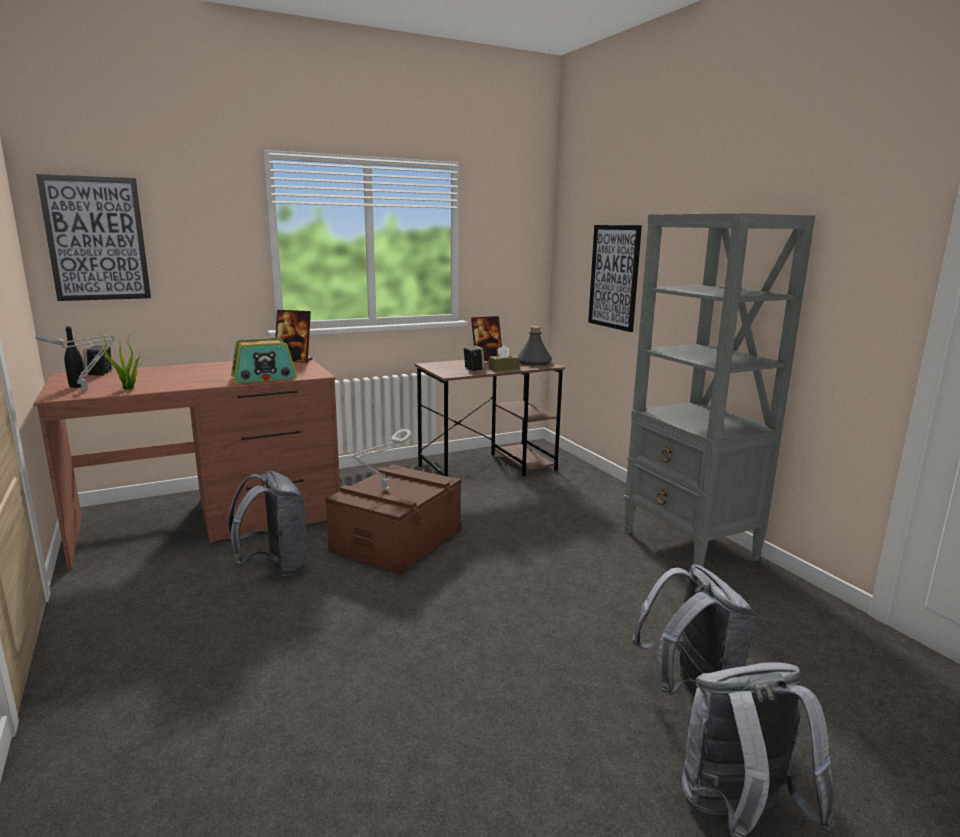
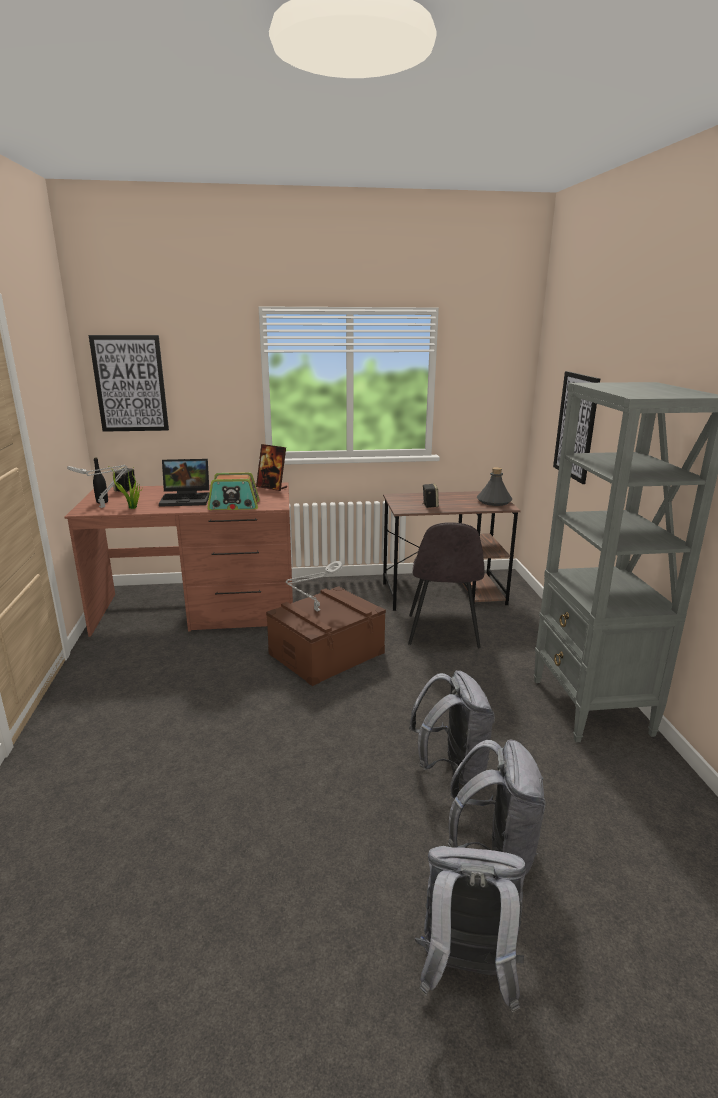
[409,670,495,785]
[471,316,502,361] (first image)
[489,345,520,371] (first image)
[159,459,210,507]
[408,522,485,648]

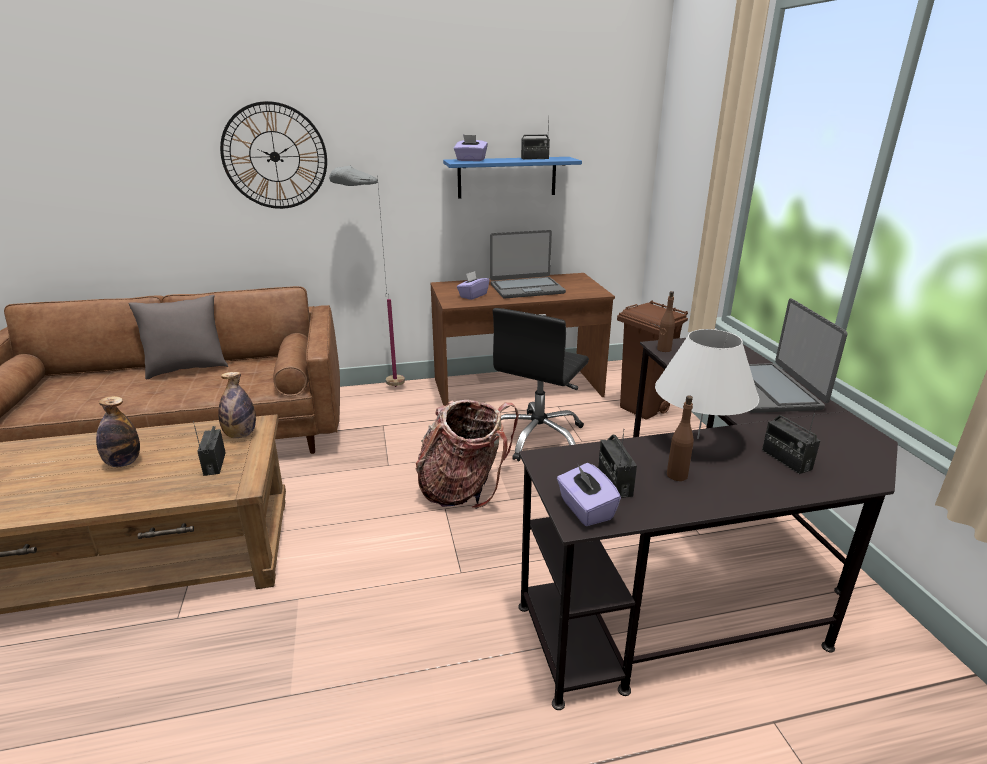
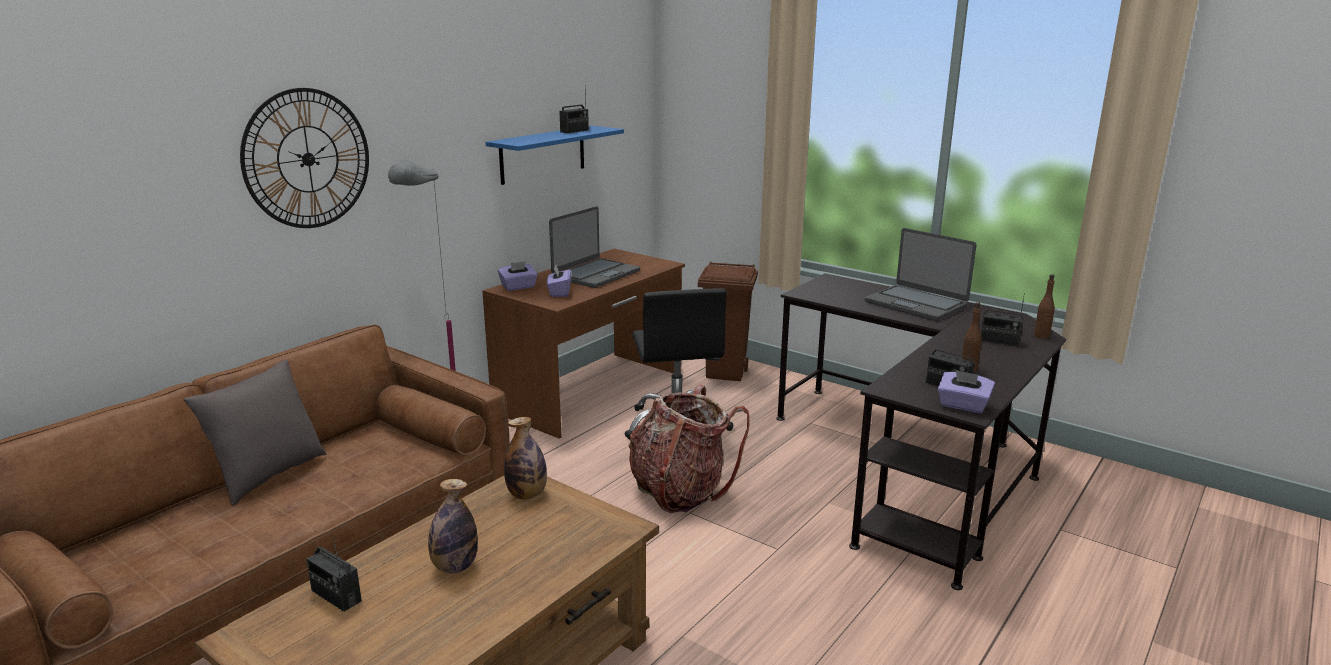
[306,538,362,612]
[498,261,538,291]
[655,329,759,439] (first image)
[1034,274,1055,339]

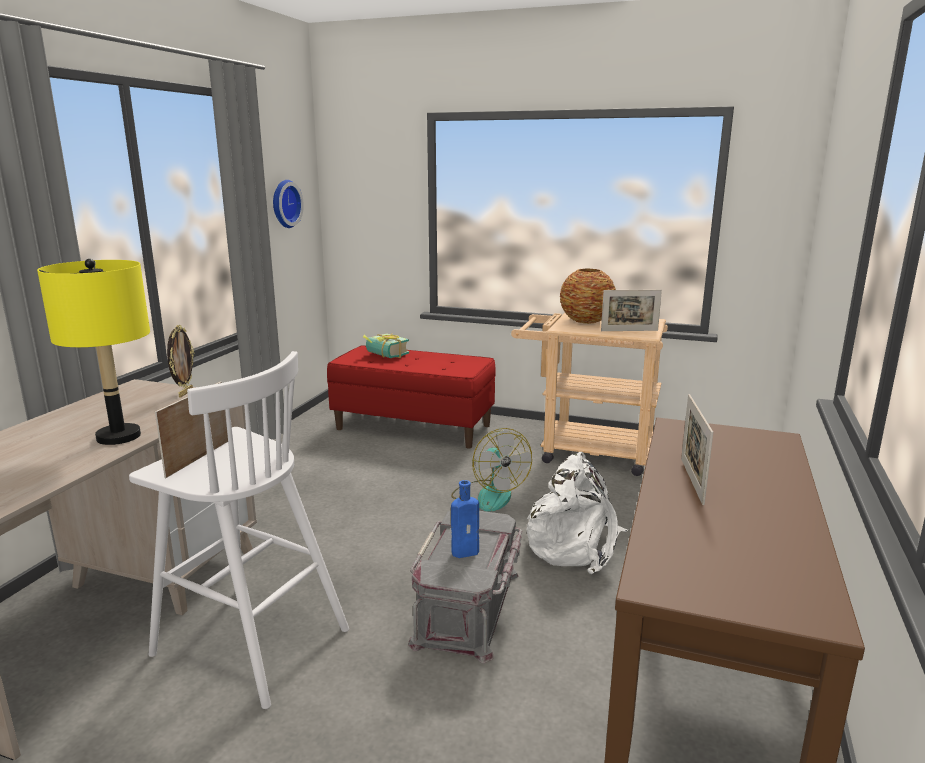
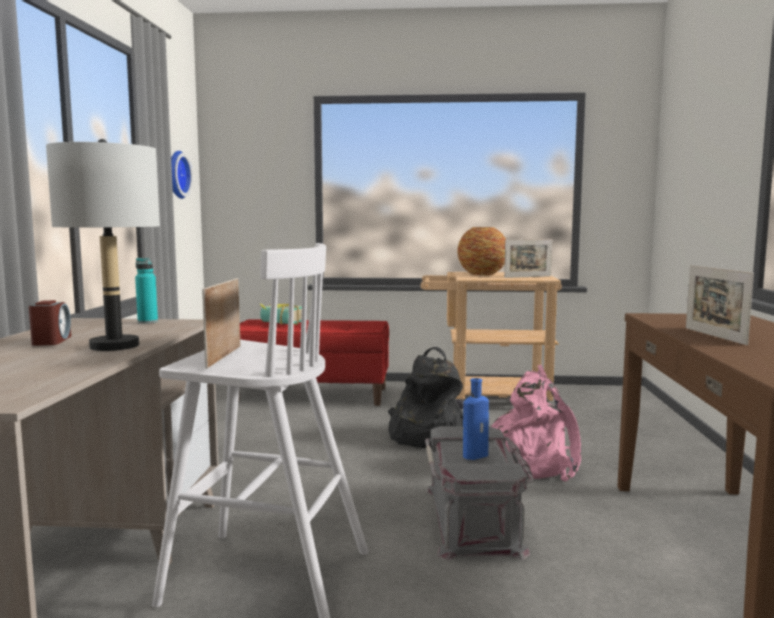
[46,139,160,351]
[135,258,158,324]
[388,347,463,449]
[490,365,581,481]
[29,300,71,346]

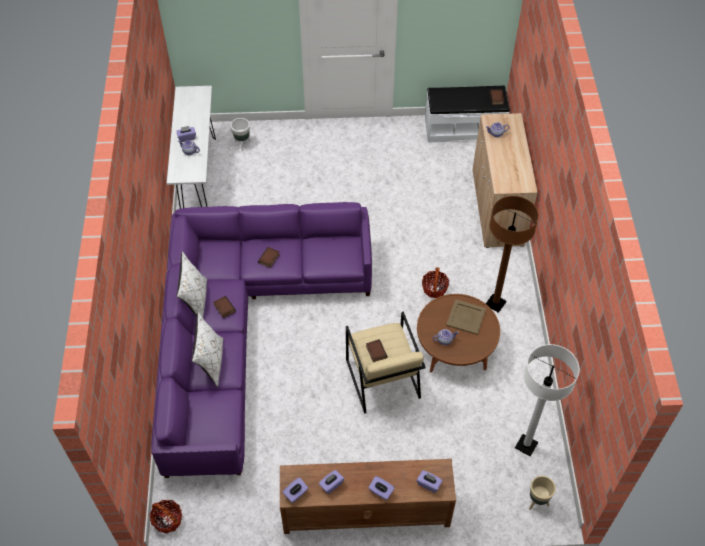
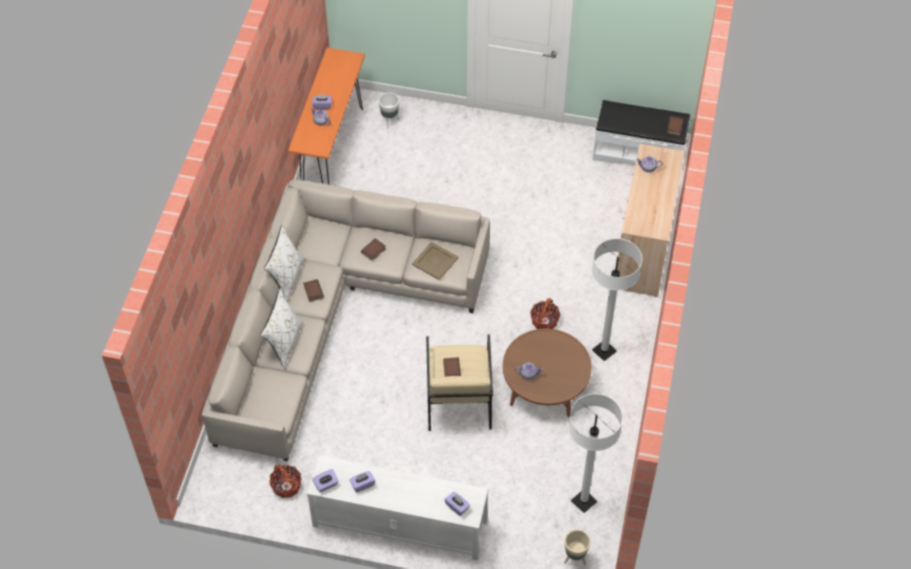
[270,465,301,498]
[202,180,490,461]
[288,48,365,185]
[307,455,488,560]
[368,476,395,500] (first image)
[412,242,459,280]
[592,238,642,361]

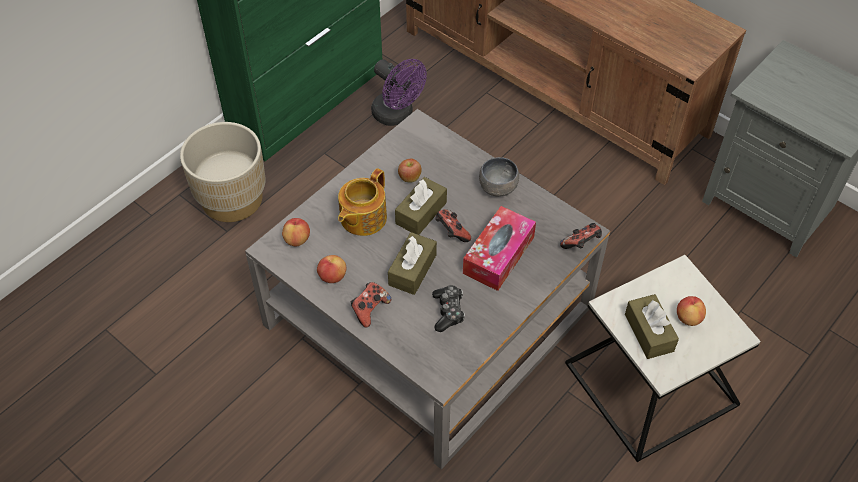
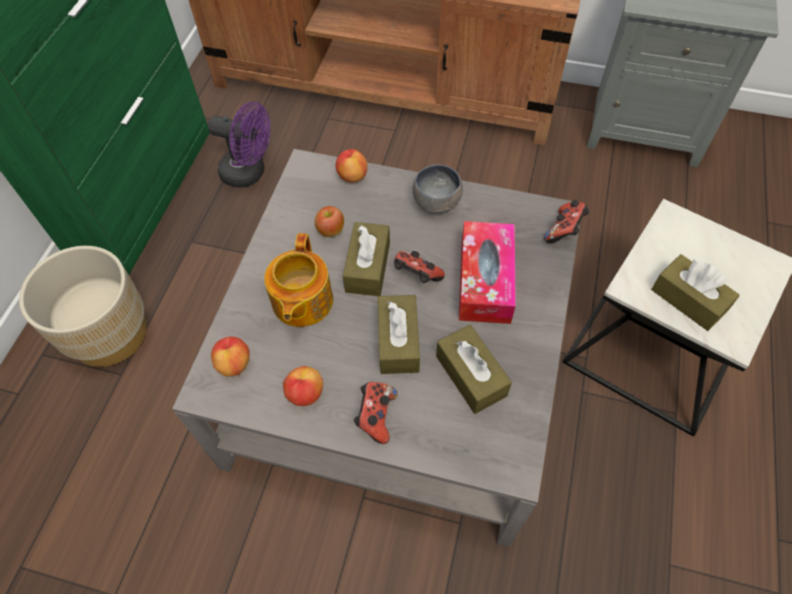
[436,325,512,414]
[336,149,368,182]

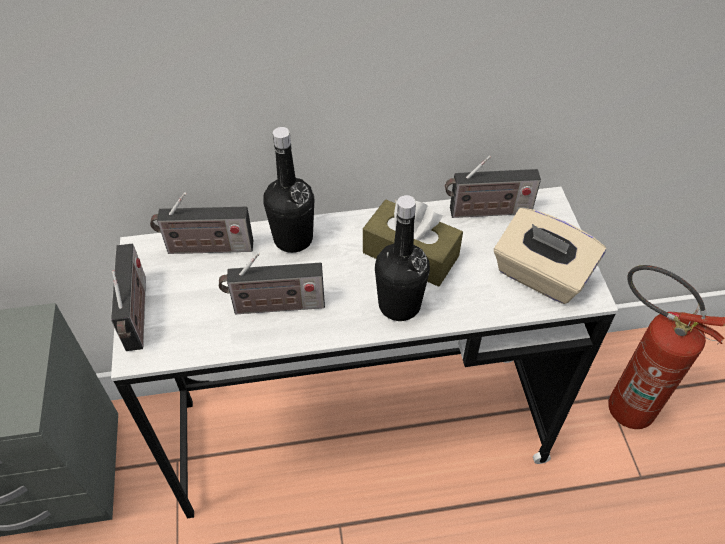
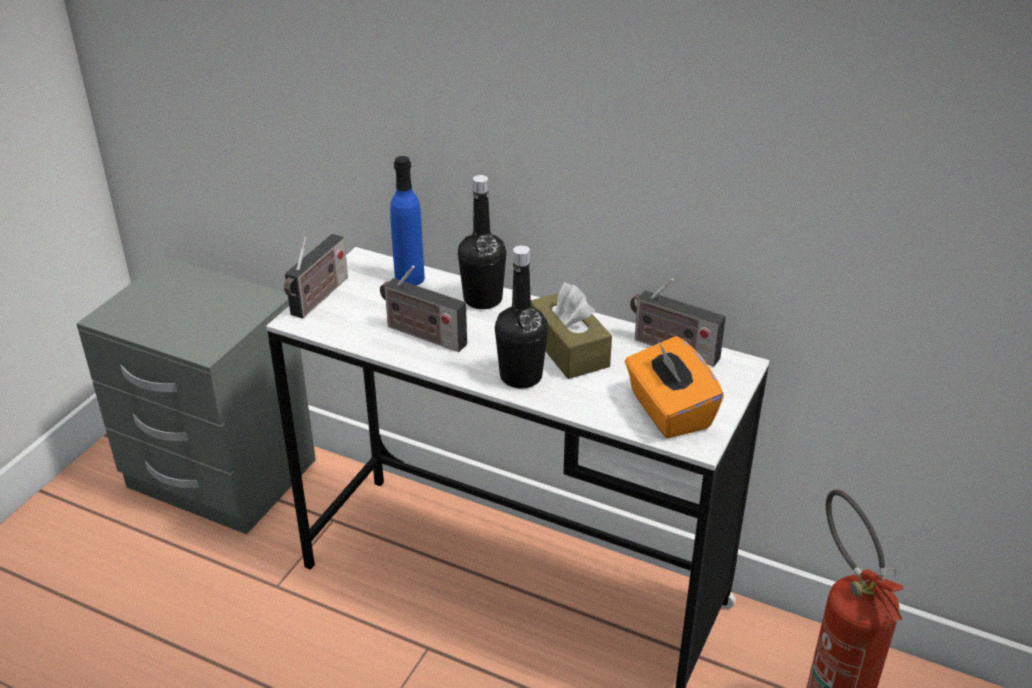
[390,156,425,286]
[625,336,724,438]

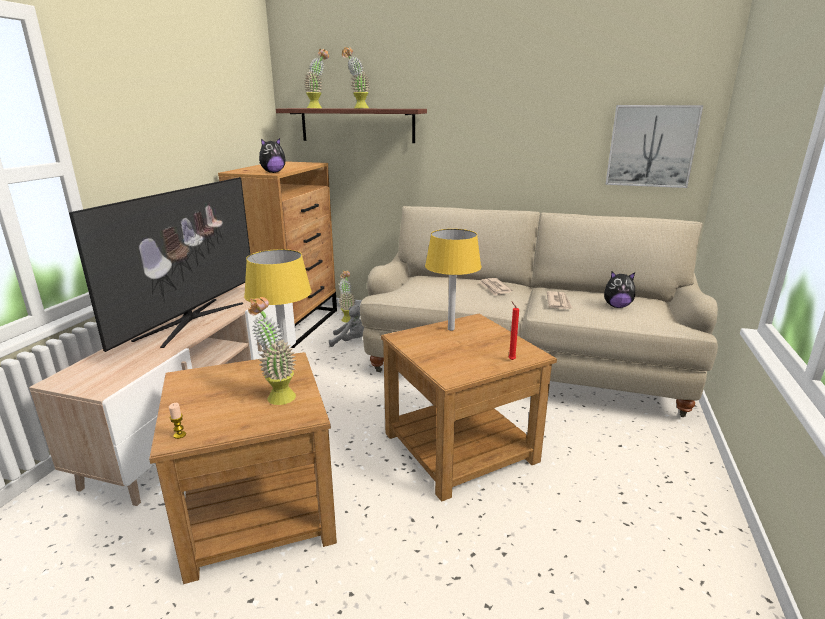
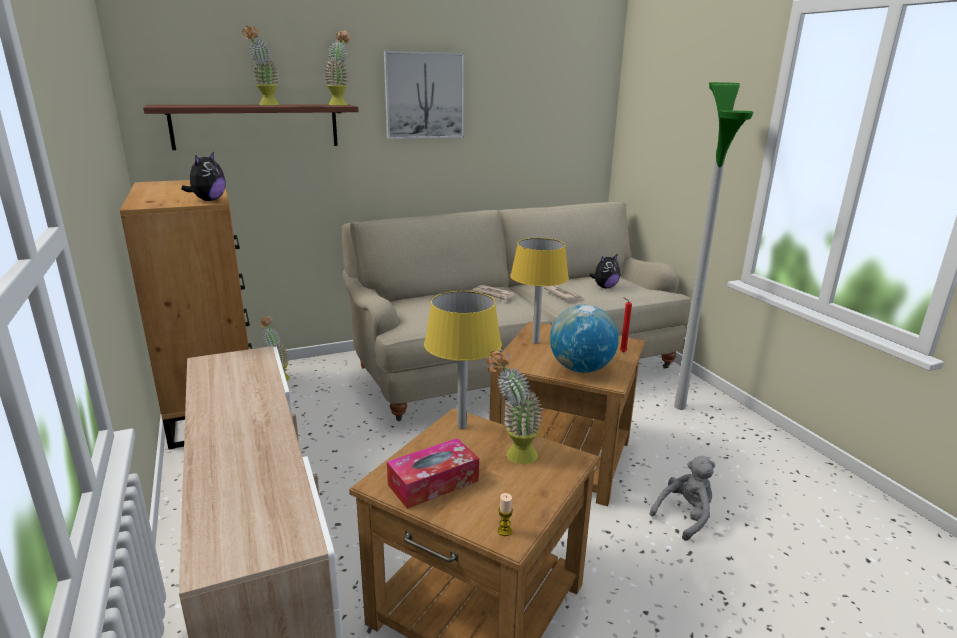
[69,177,250,352] (first image)
[324,31,351,106]
[650,456,715,541]
[384,51,465,139]
[387,438,479,509]
[550,305,619,373]
[674,82,754,410]

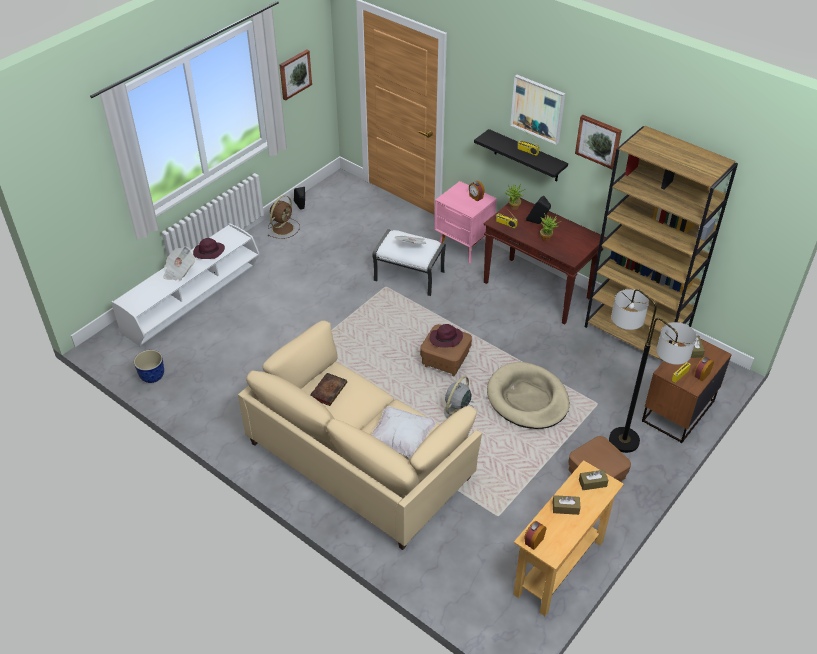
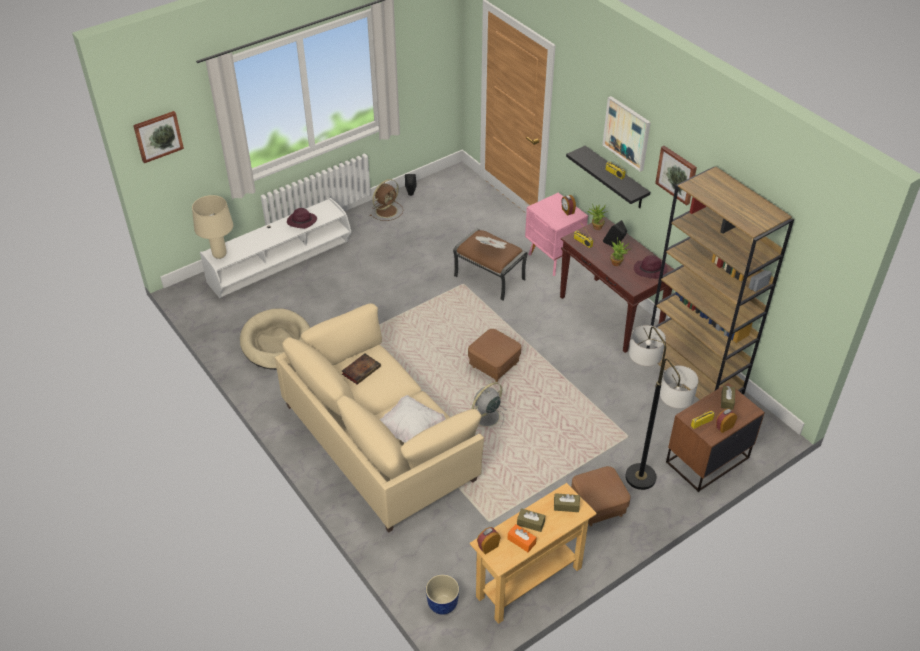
[426,574,459,615]
[163,247,195,281] (first image)
[133,111,184,163]
[453,228,528,301]
[634,255,668,279]
[240,309,310,370]
[192,195,233,259]
[507,524,537,552]

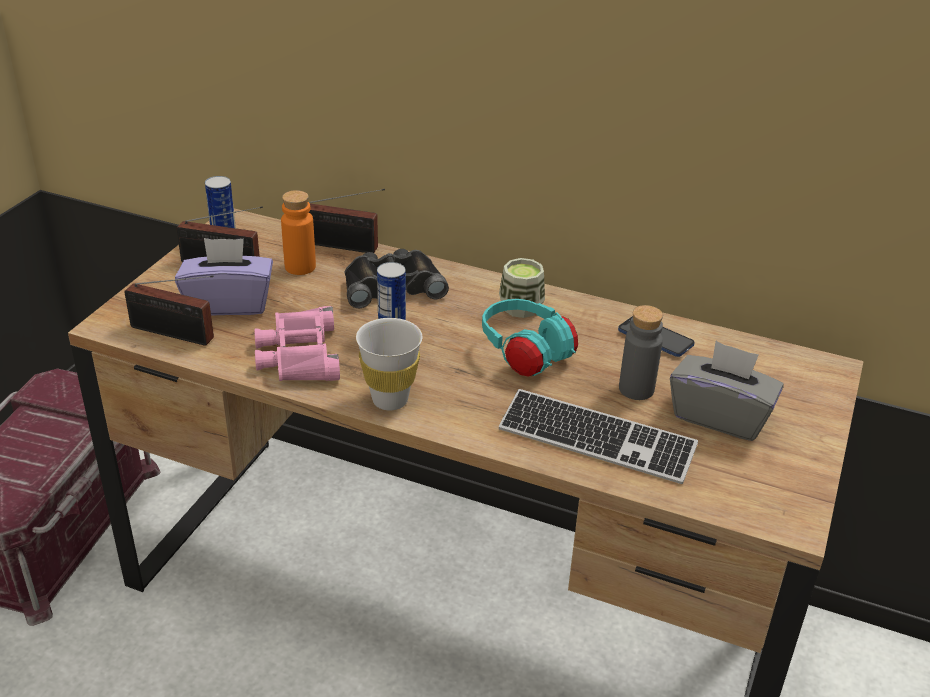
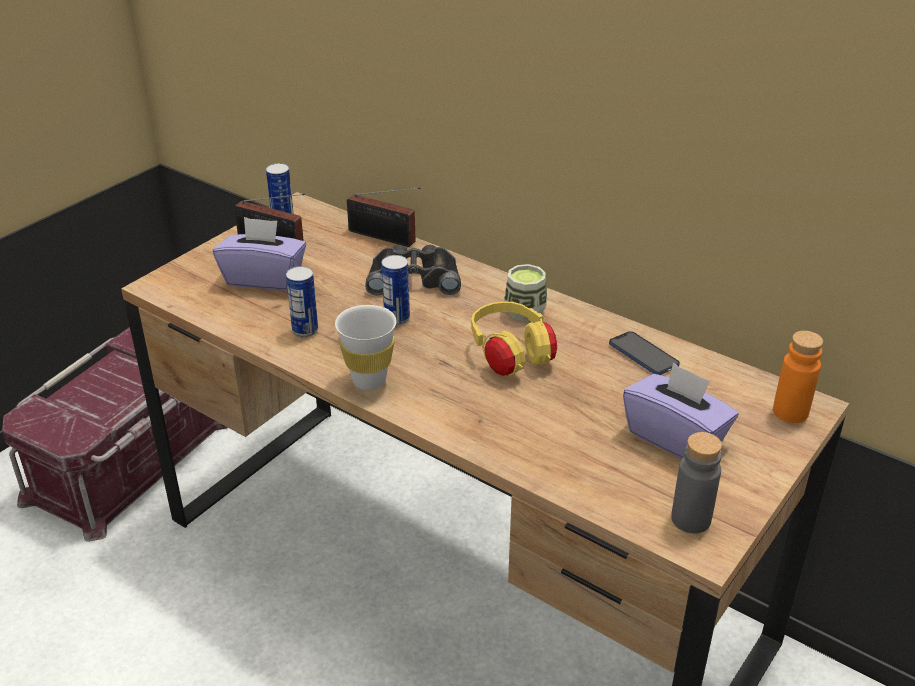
[124,275,214,346] (first image)
[286,266,318,338]
[773,331,823,423]
[471,302,557,376]
[499,389,698,484] (first image)
[671,432,722,533]
[623,362,738,459]

